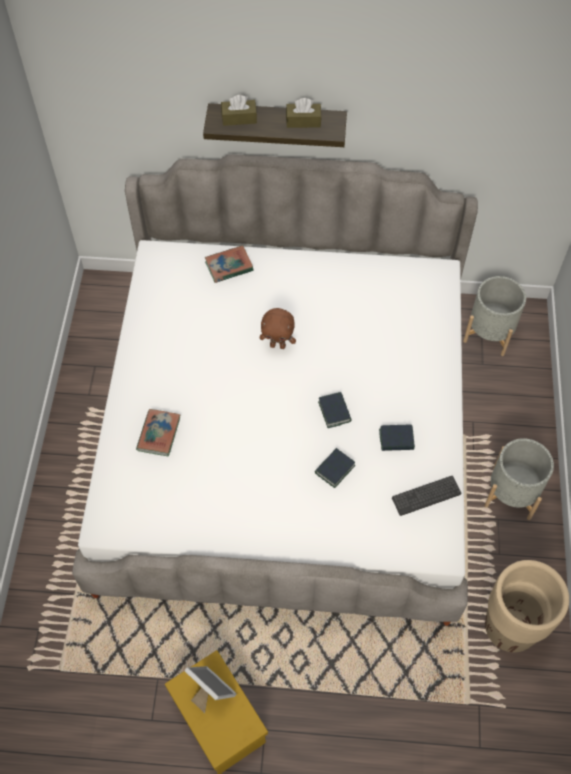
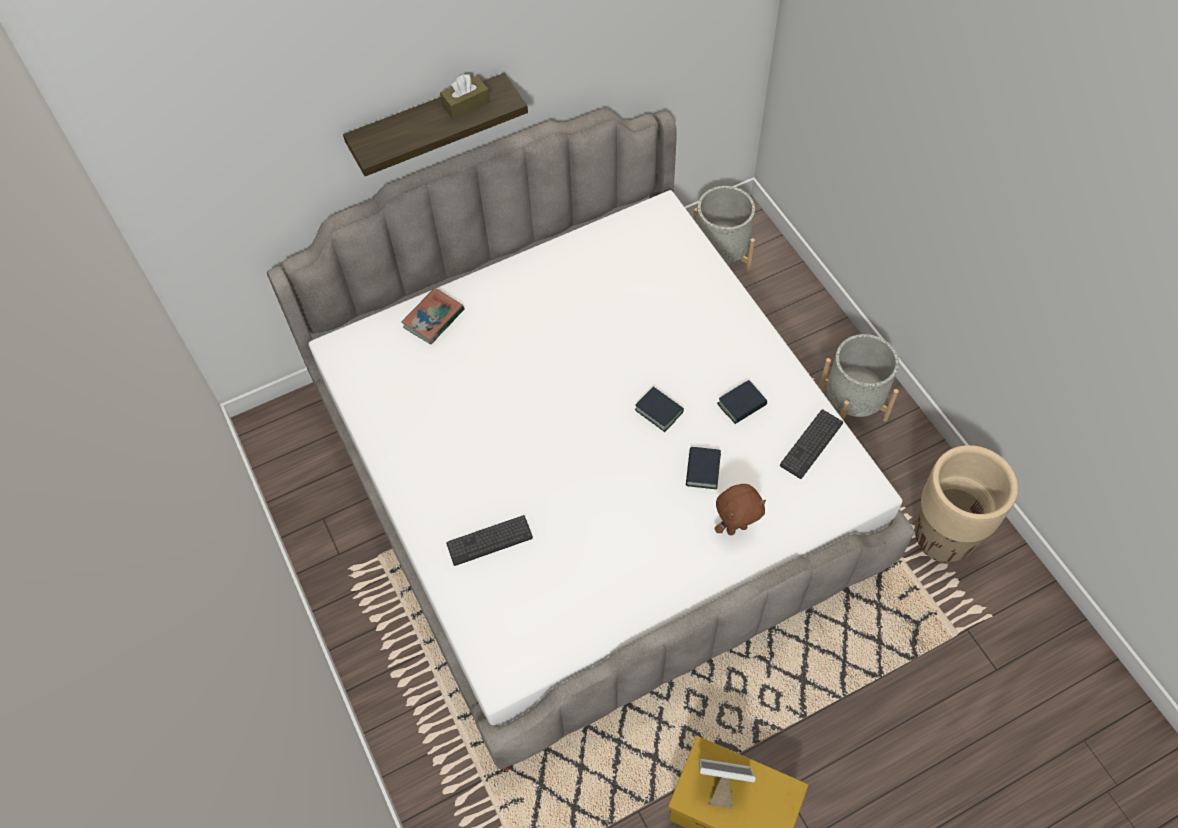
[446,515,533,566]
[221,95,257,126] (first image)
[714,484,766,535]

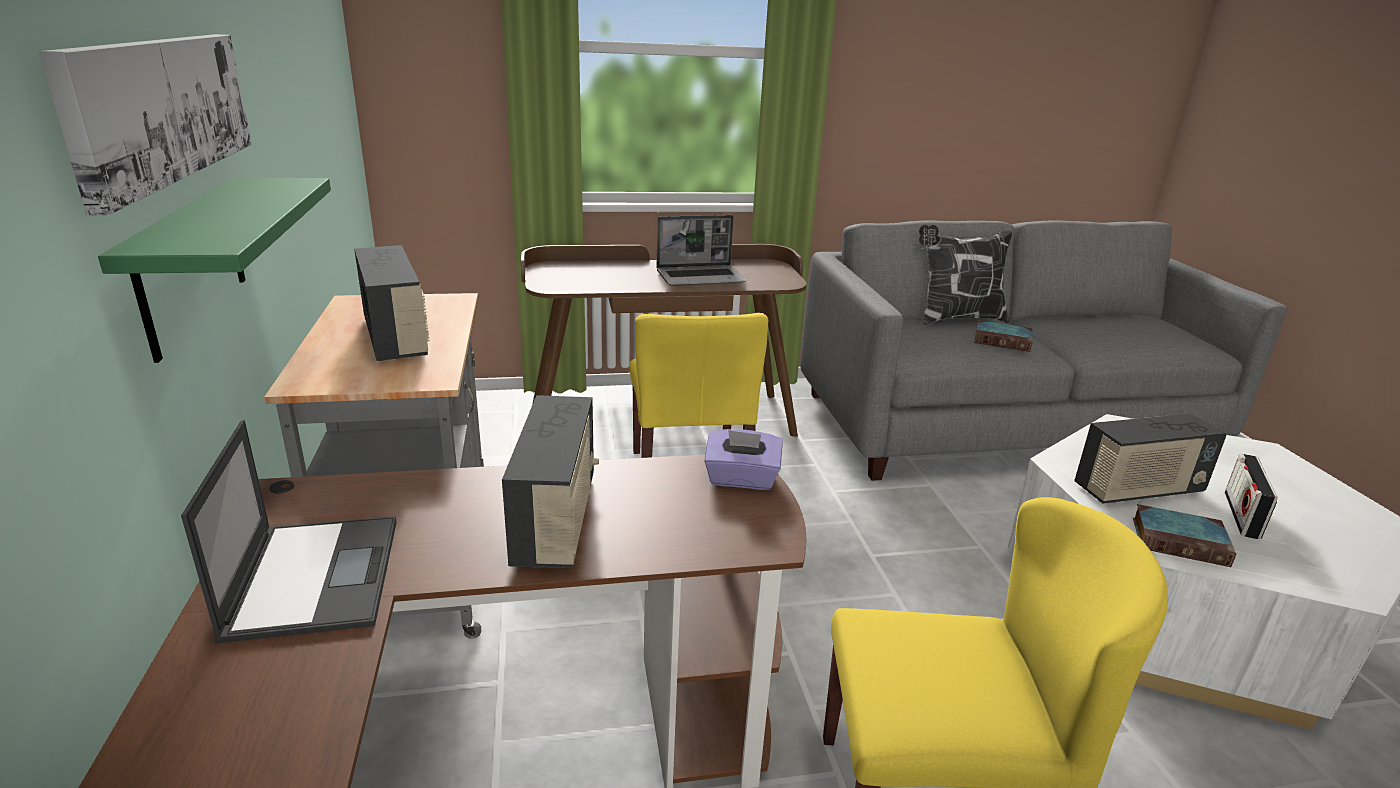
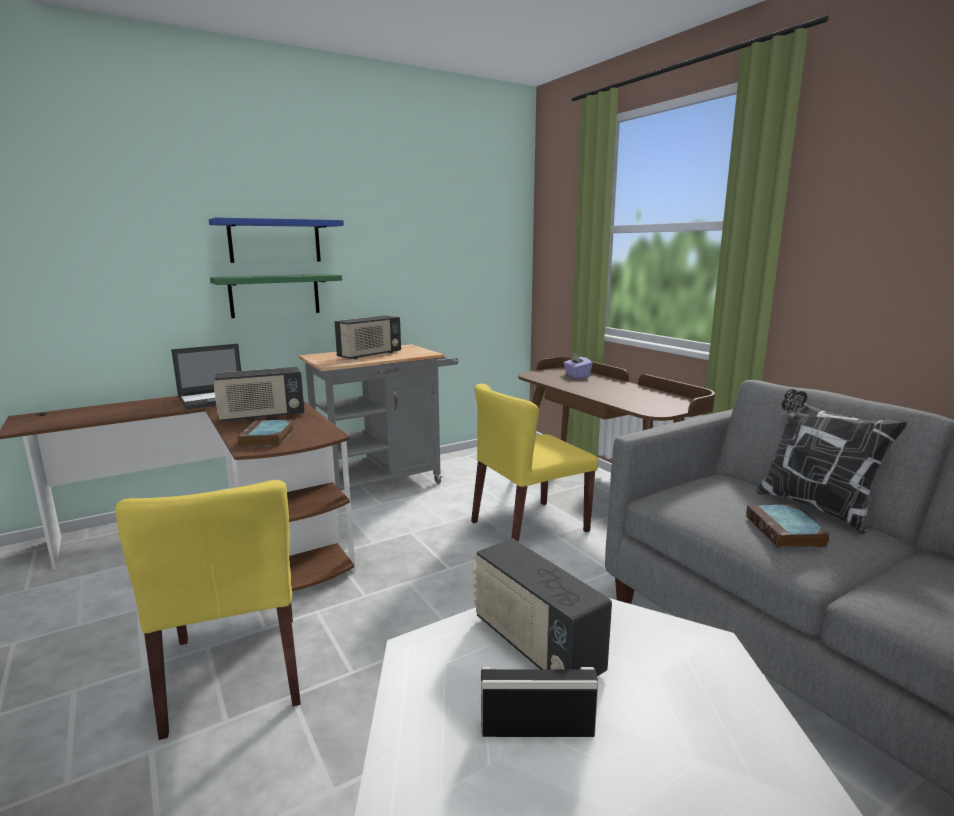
[209,218,344,263]
[657,215,746,286] (first image)
[564,353,592,378]
[237,420,293,447]

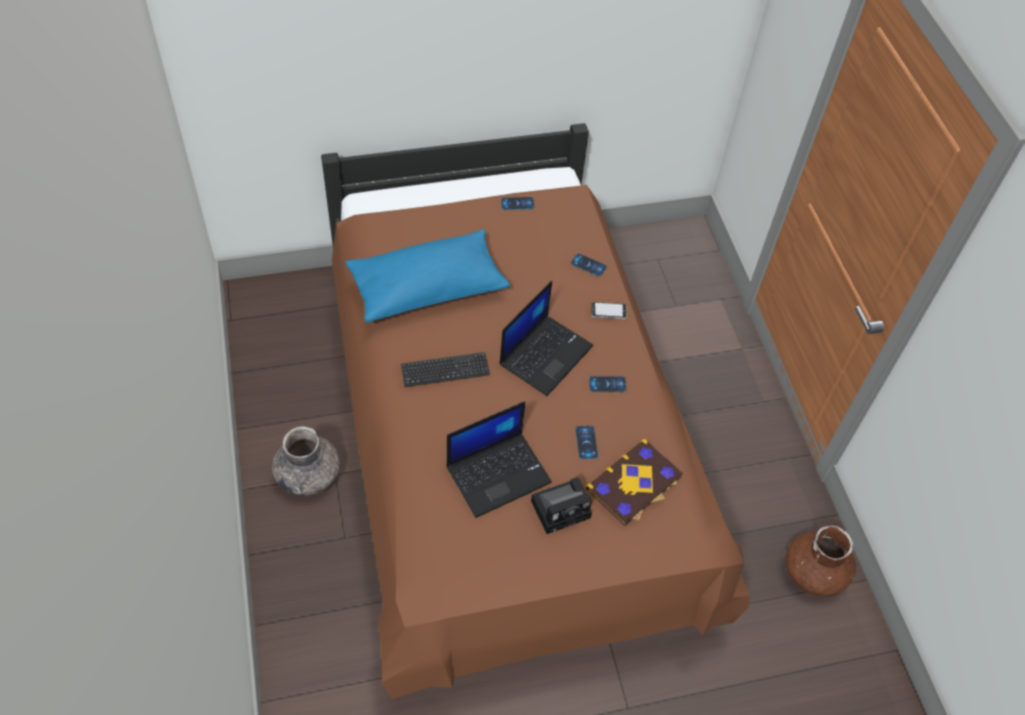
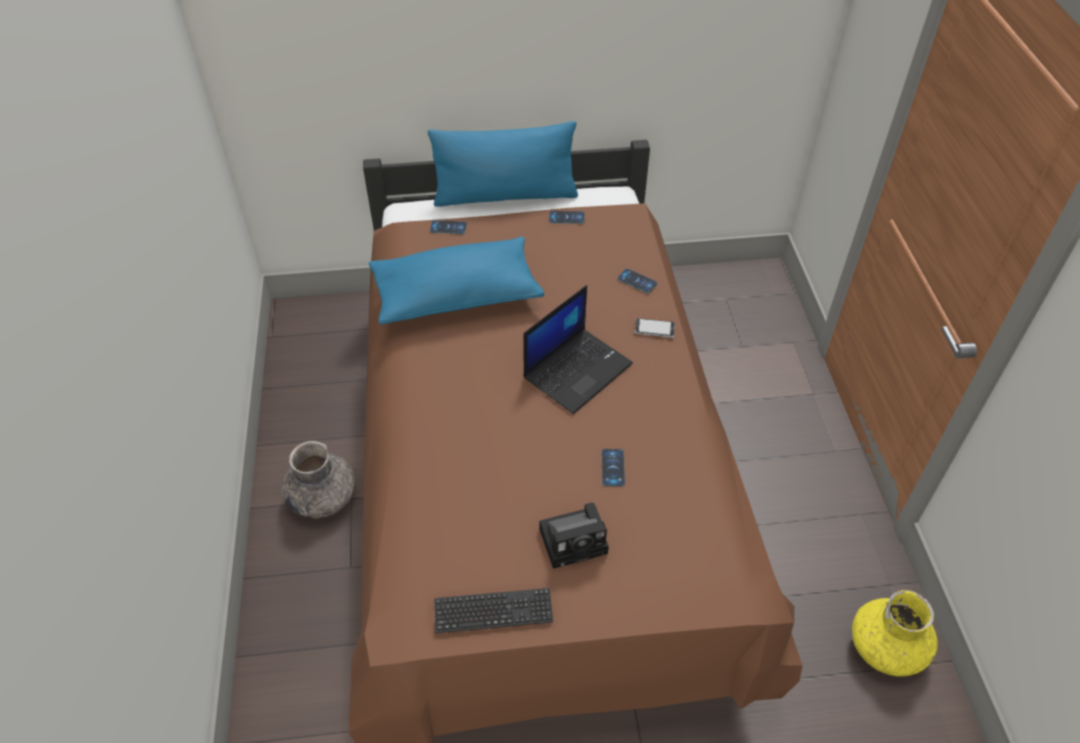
[434,588,553,633]
[447,401,552,518] (first image)
[586,439,683,526] (first image)
[430,220,467,234]
[852,590,937,676]
[428,121,578,207]

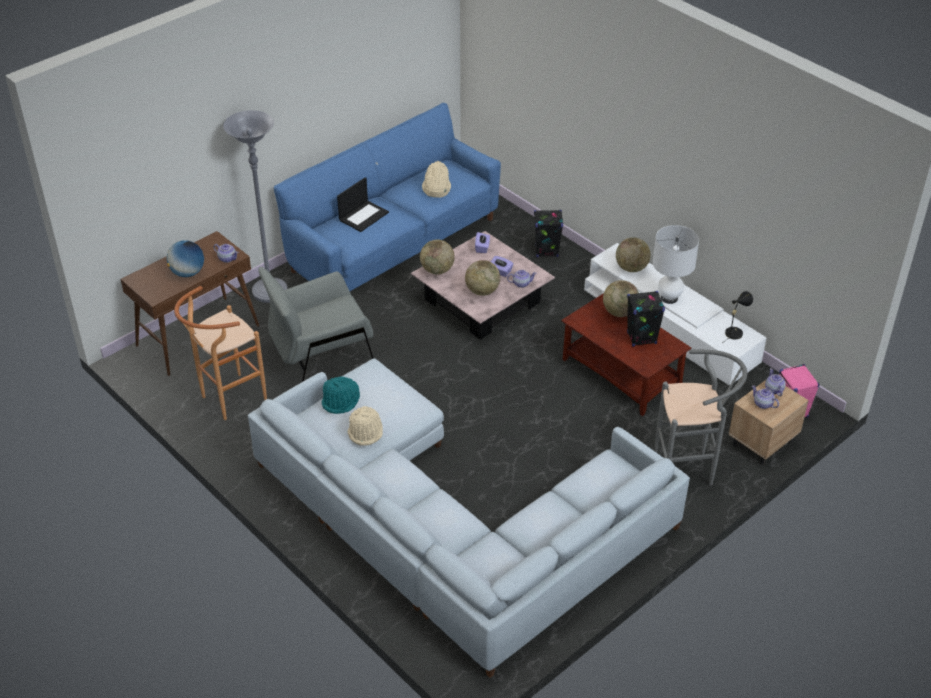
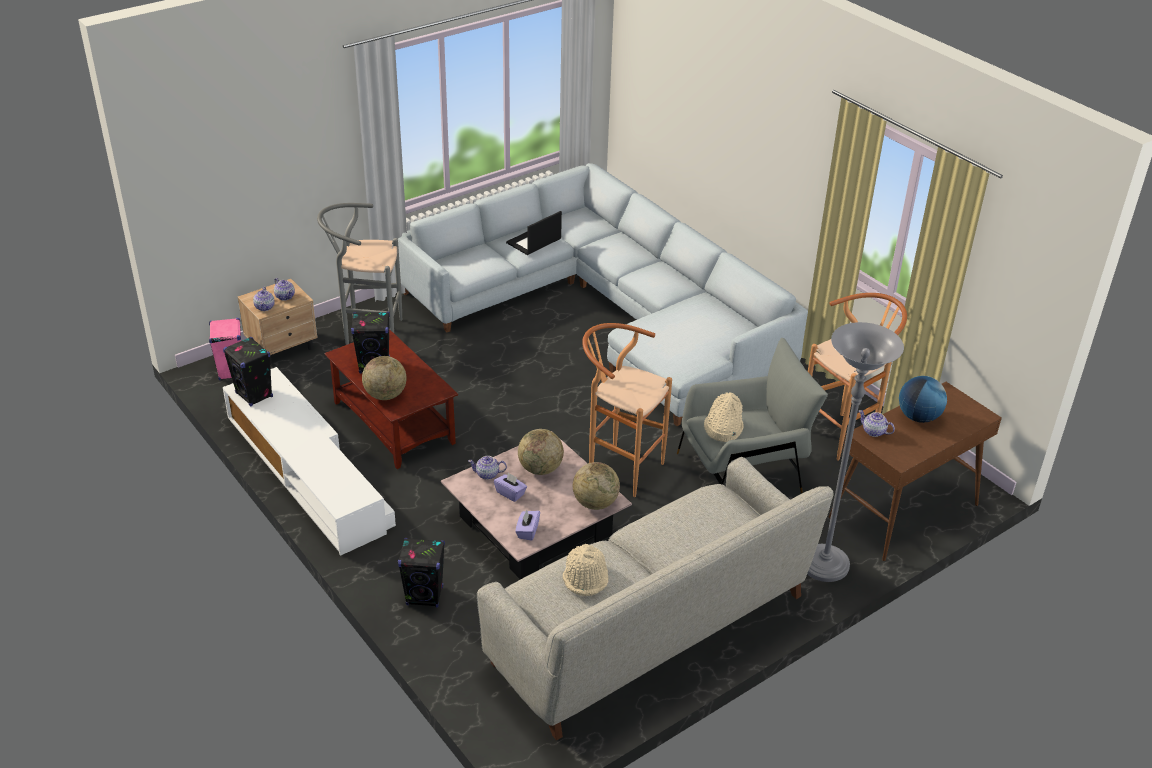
[477,457,834,740]
[322,376,360,414] (first image)
[506,211,562,255]
[704,392,743,442]
[616,237,651,272] (first image)
[653,225,699,304] (first image)
[223,337,273,407]
[582,323,672,497]

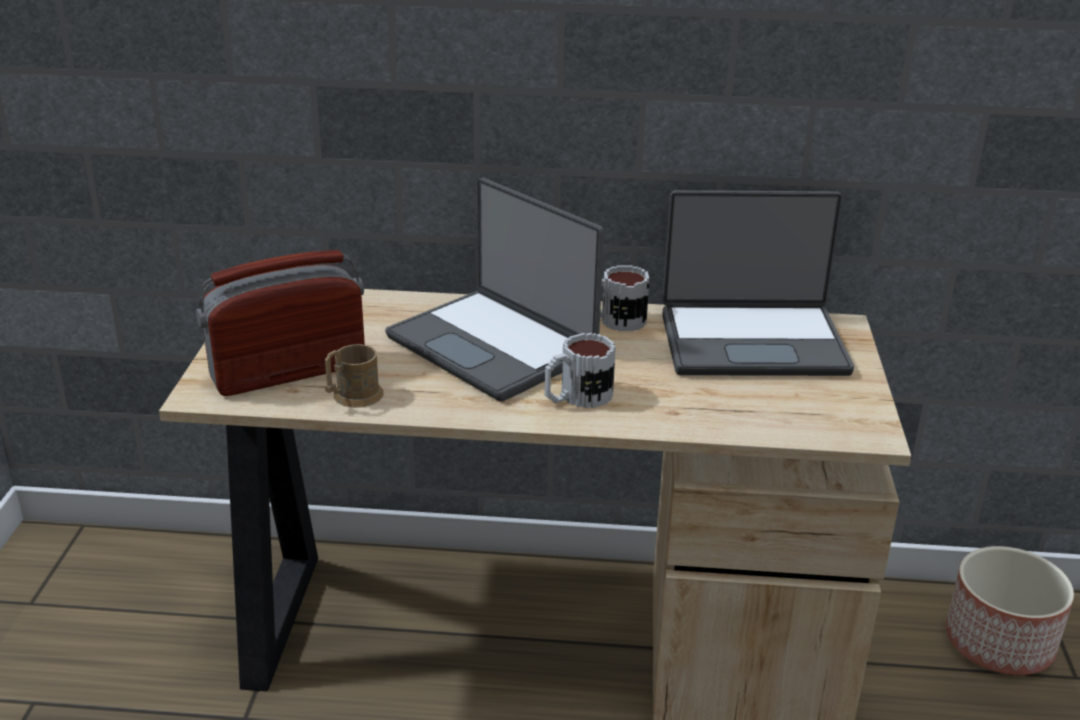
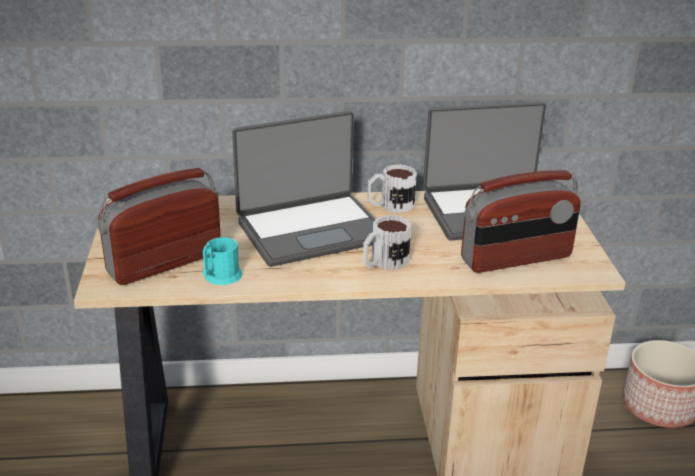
[202,237,242,285]
[232,111,375,267]
[461,170,581,273]

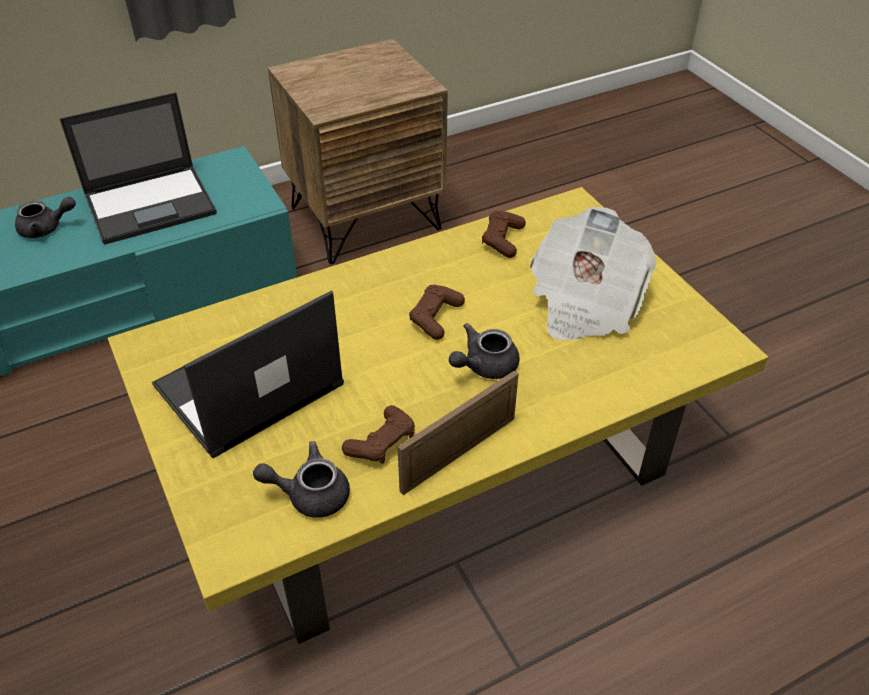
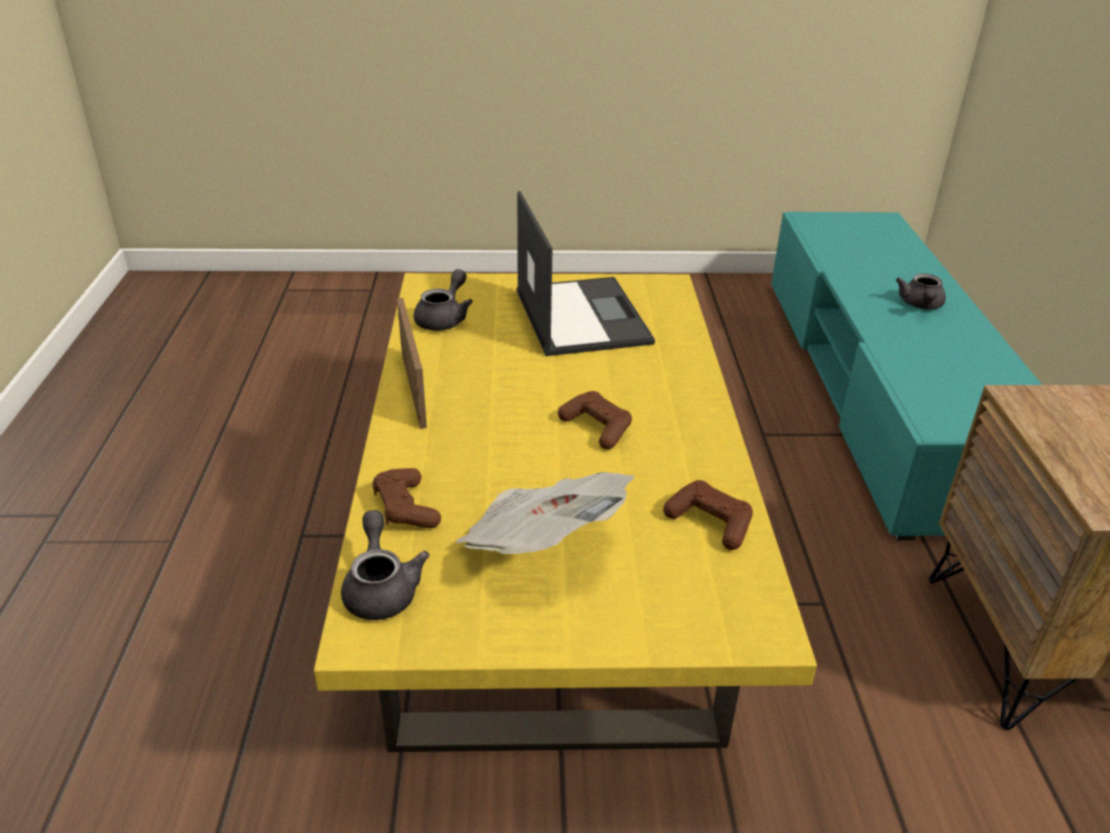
[60,92,217,245] (first image)
[372,468,441,528]
[341,510,430,620]

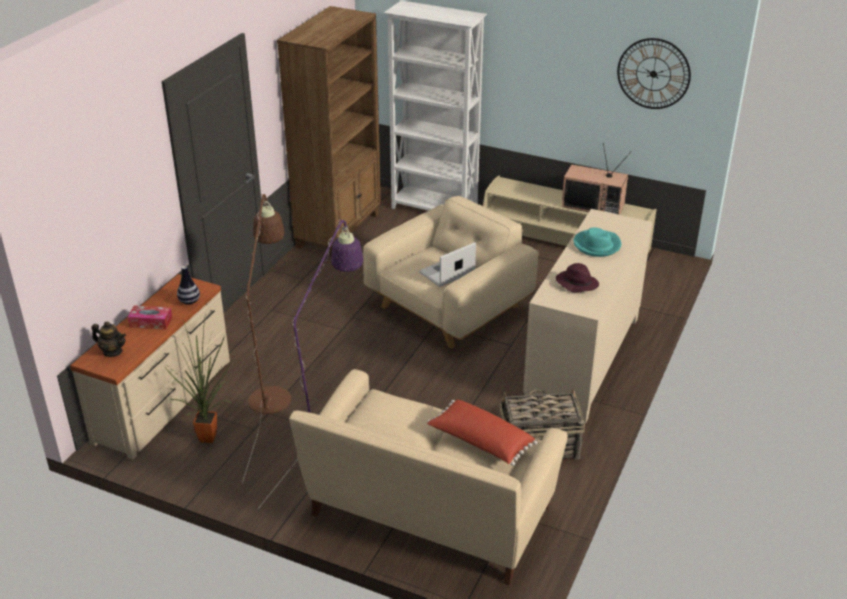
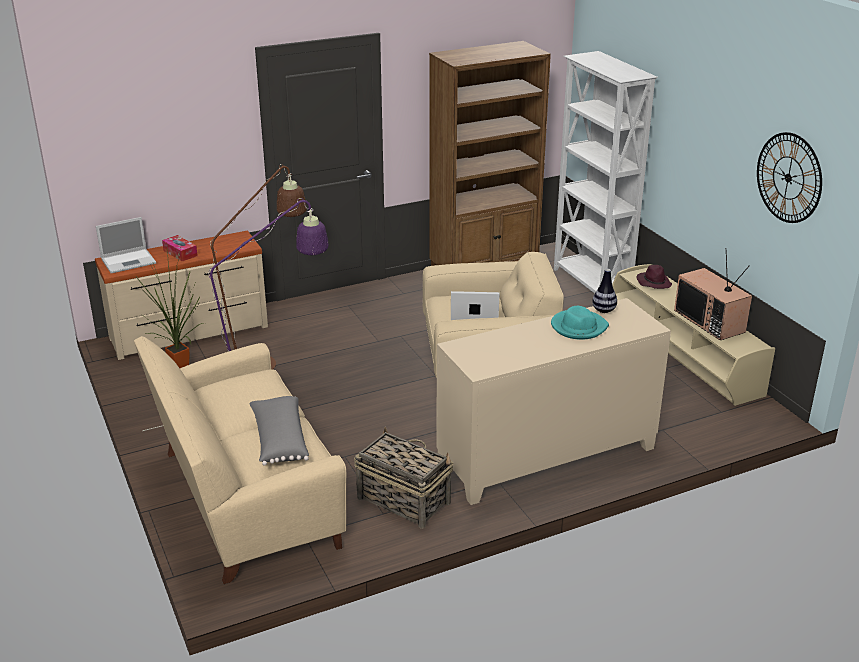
[96,217,156,273]
[592,269,617,313]
[249,396,309,466]
[637,265,672,289]

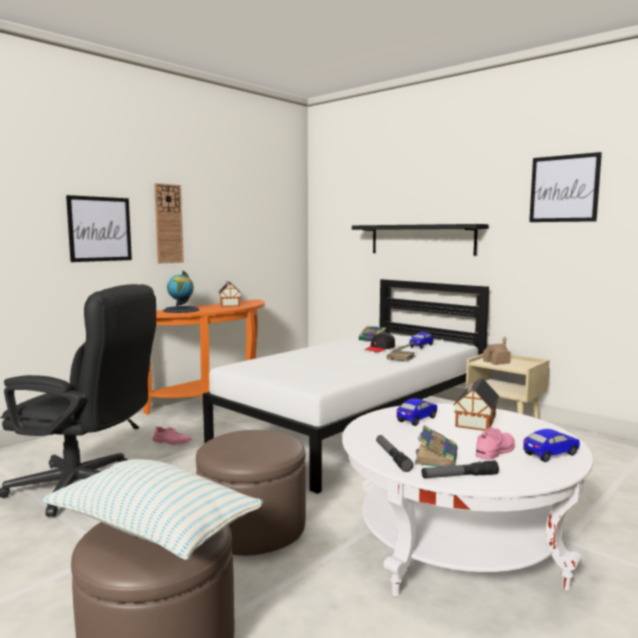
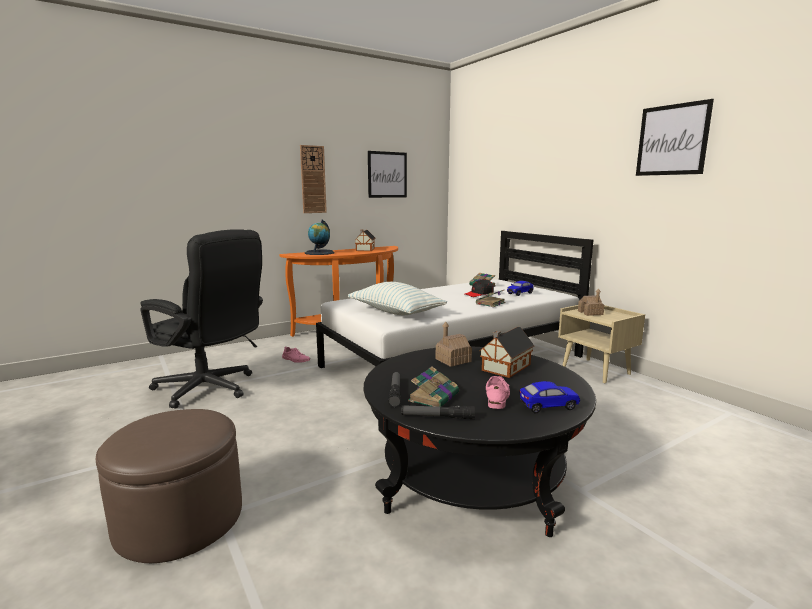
[347,282,447,315]
[368,151,407,198]
[196,430,306,556] (first image)
[364,347,596,537]
[352,224,489,256] (first image)
[435,322,472,367]
[486,376,510,409]

